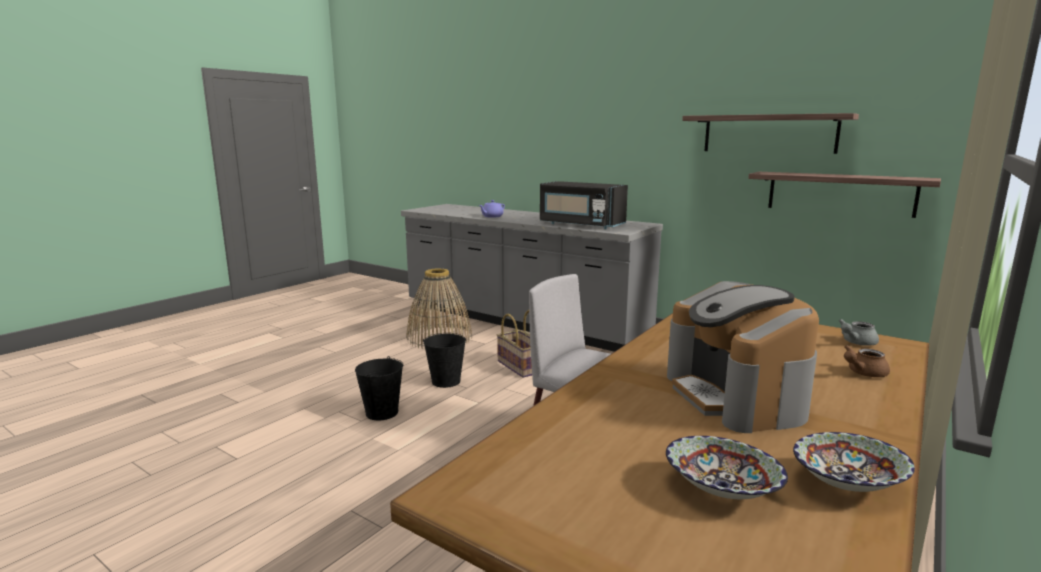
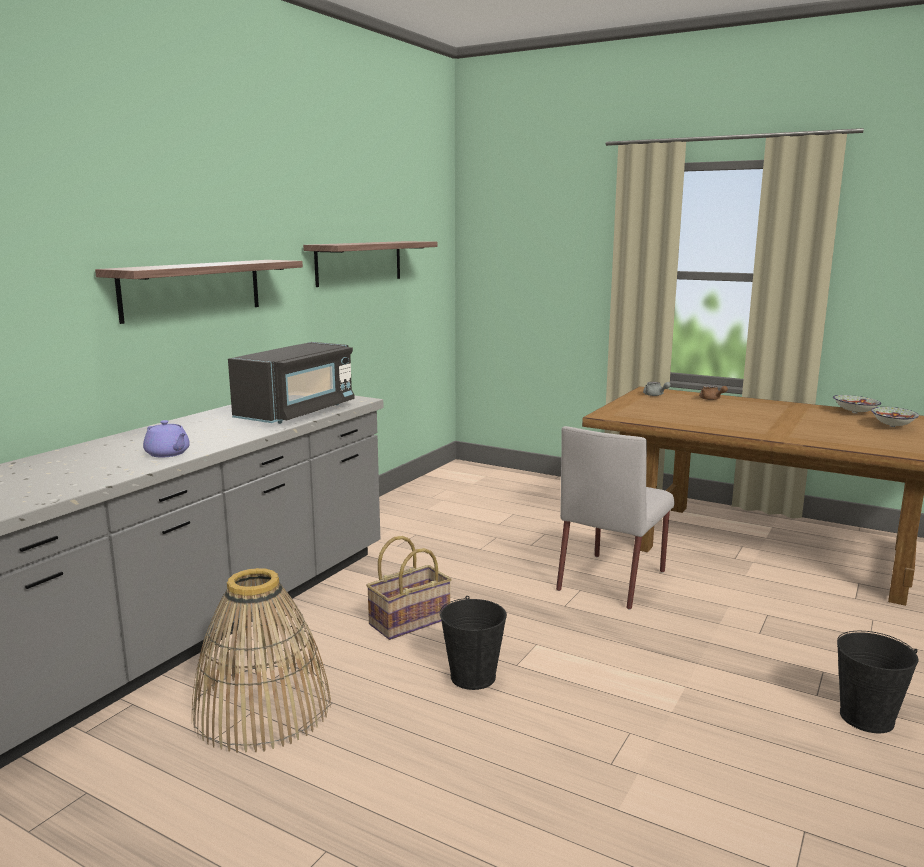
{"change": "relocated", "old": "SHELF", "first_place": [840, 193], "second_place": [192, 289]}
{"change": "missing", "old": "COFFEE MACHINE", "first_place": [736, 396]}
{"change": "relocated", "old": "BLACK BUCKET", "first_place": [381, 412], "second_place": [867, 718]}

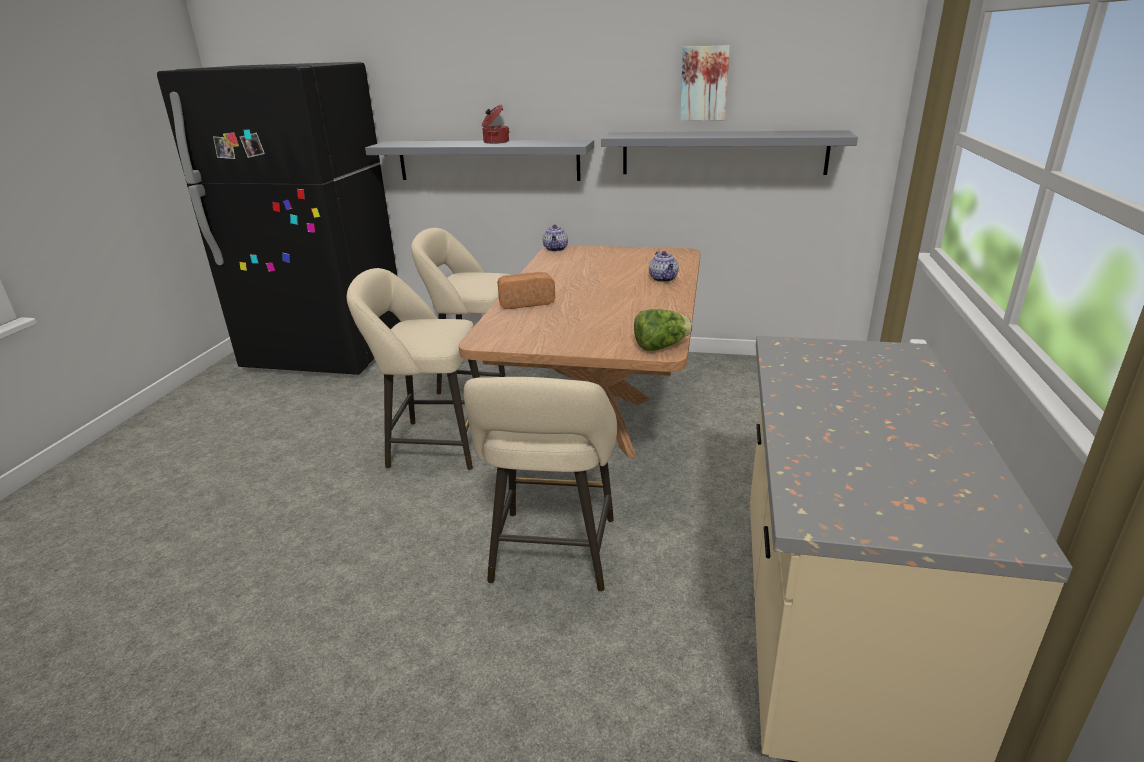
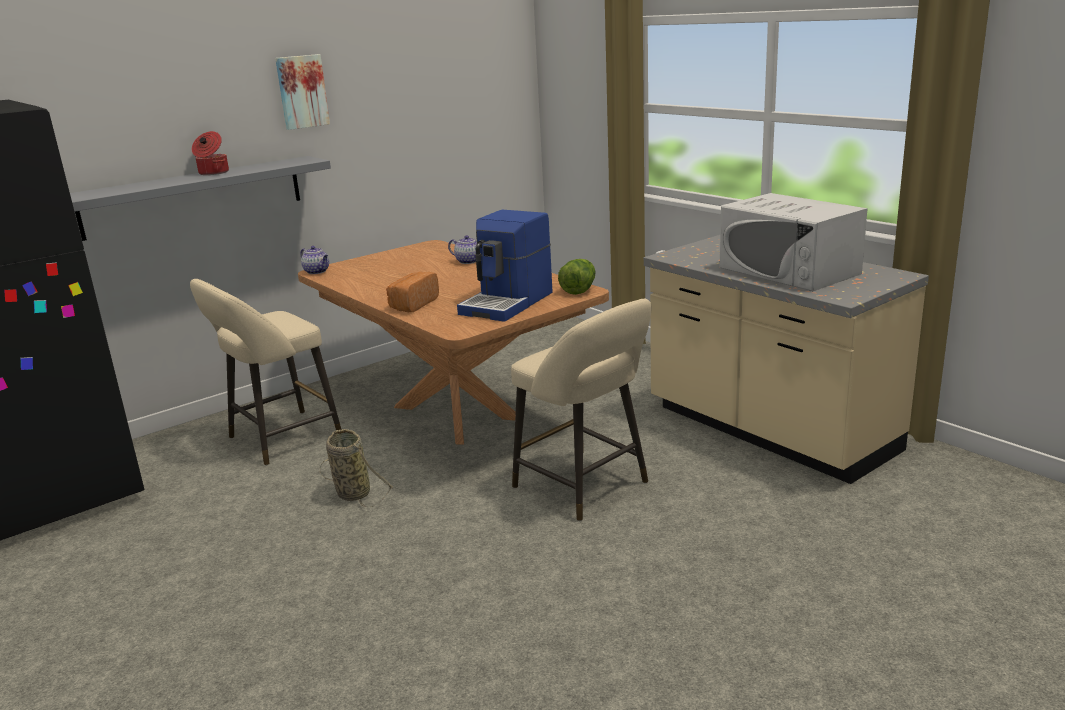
{"change": "relocated", "old": "PICTURE", "first_place": [704, 83], "second_place": [301, 91]}
{"change": "missing", "old": "GREY SHELF", "first_place": [723, 153]}
{"change": "exchanged", "old": "BEIGE STOOL", "new": "BASKET", "first_place": [433, 445], "second_place": [352, 492]}
{"change": "appeared", "new": "WHITE MICROWAVE", "second_place": [789, 271]}
{"change": "appeared", "new": "COFFEE MACHINE", "second_place": [508, 303]}

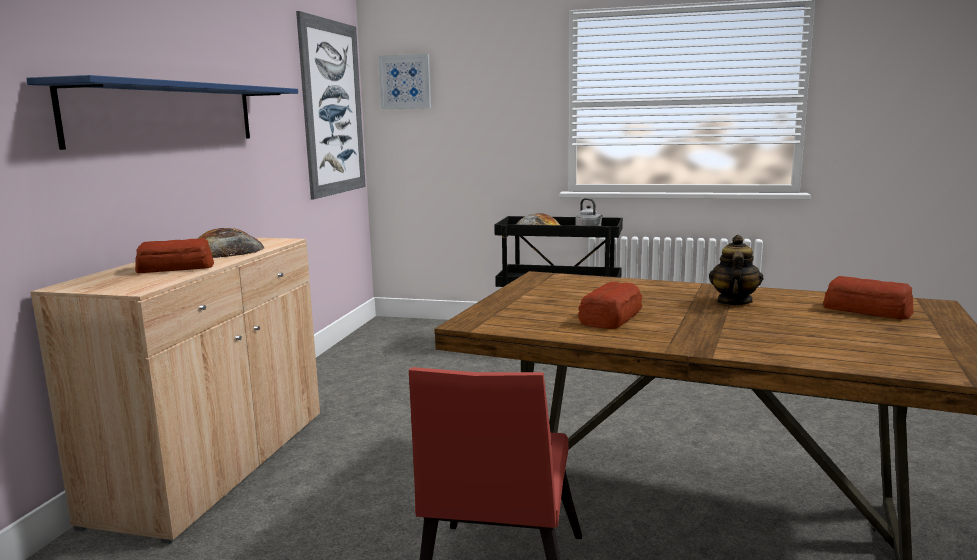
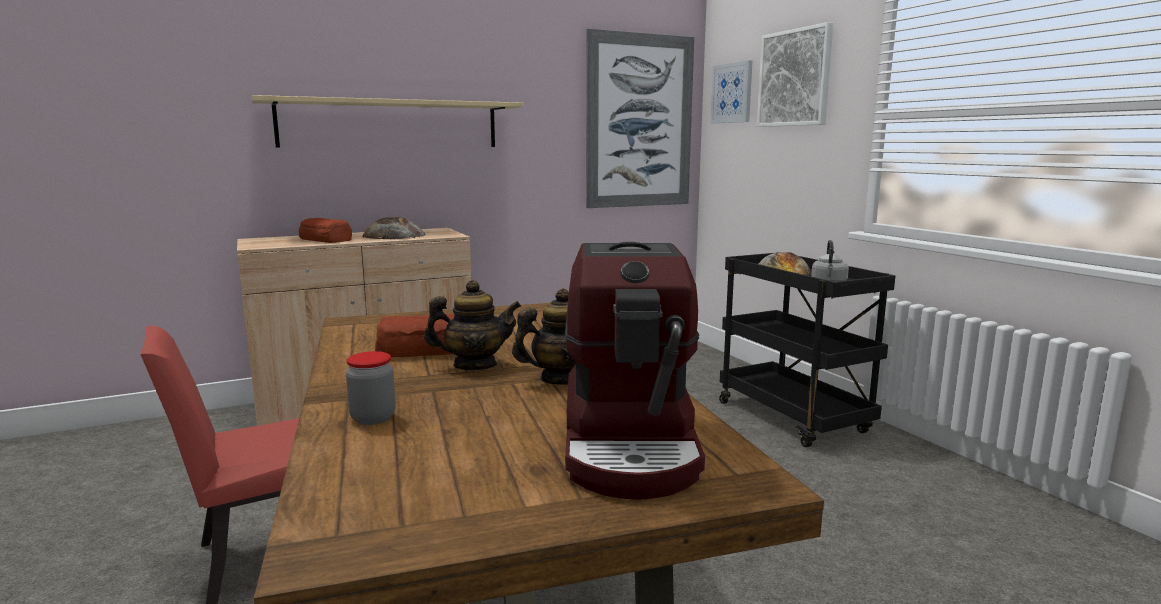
{"change": "colour", "old": "BLUE SHELF", "new": "BEIGE SHELF", "first_place": [167, 114], "second_place": [391, 124]}
{"change": "exchanged", "old": "BREAD", "new": "COFFEE MACHINE", "first_place": [866, 310], "second_place": [631, 444]}
{"change": "appeared", "new": "PICTURE", "second_place": [794, 78]}
{"change": "appeared", "new": "TEAPOT", "second_place": [474, 365]}
{"change": "appeared", "new": "JAR", "second_place": [373, 418]}

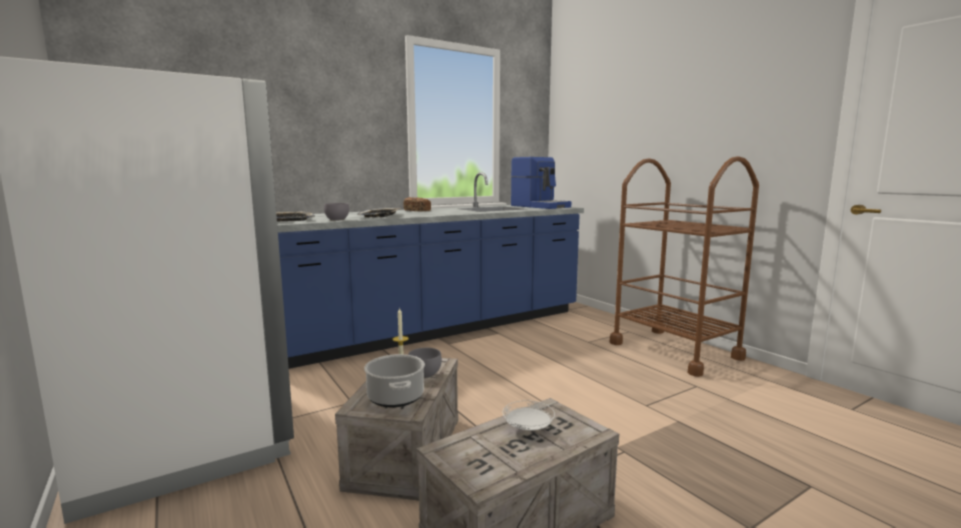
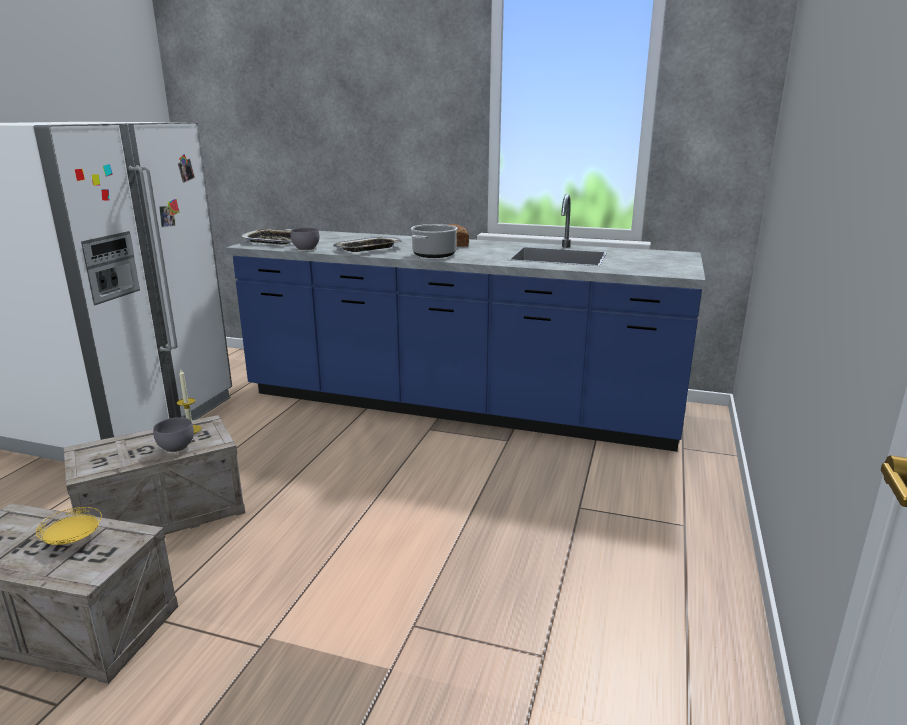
{"change": "missing", "old": "BROWN CART", "first_place": [674, 350]}
{"change": "missing", "old": "COFFEE MACHINE", "first_place": [540, 206]}
{"change": "relocated", "old": "COOKING POT", "first_place": [396, 397], "second_place": [434, 255]}
{"change": "colour", "old": "WHITE PLATE", "new": "YELLOW PLATE", "first_place": [528, 428], "second_place": [73, 539]}

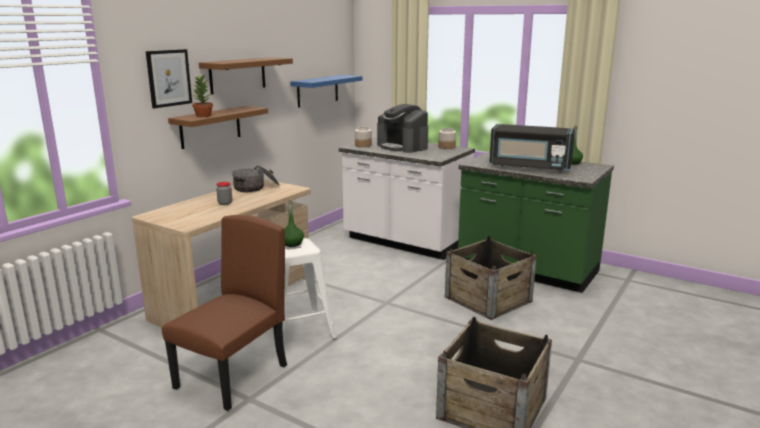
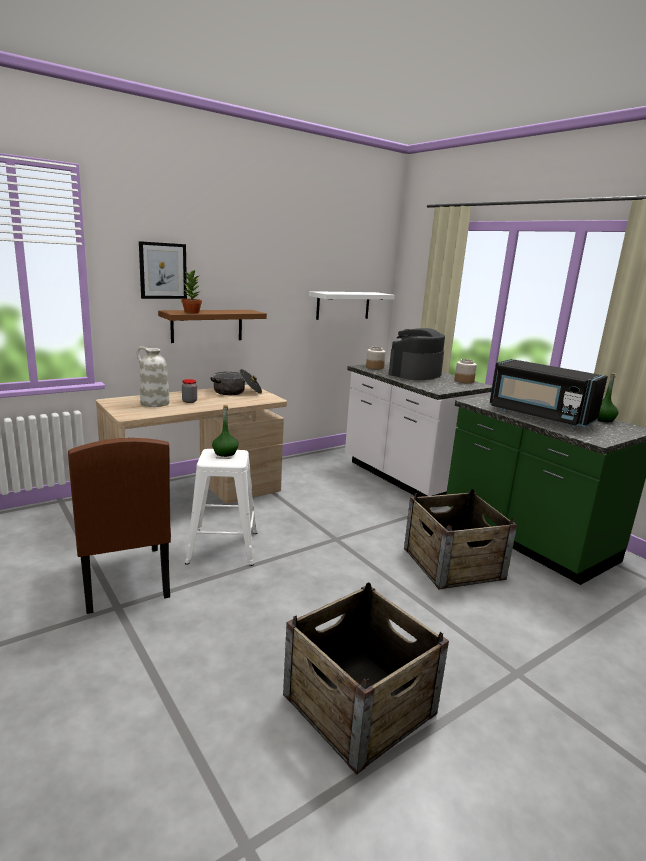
{"change": "missing", "old": "BROWN SHELF", "first_place": [237, 75]}
{"change": "colour", "old": "BLUE SHELF", "new": "WHITE SHELF", "first_place": [317, 90], "second_place": [343, 305]}
{"change": "spun", "old": "COFFEE MACHINE", "first_place": [402, 147], "second_place": [415, 374], "degrees": 60}
{"change": "spun", "old": "BROWN CHAIR", "first_place": [233, 377], "second_place": [123, 578], "degrees": 105}
{"change": "appeared", "new": "WHITE VASE", "second_place": [154, 403]}

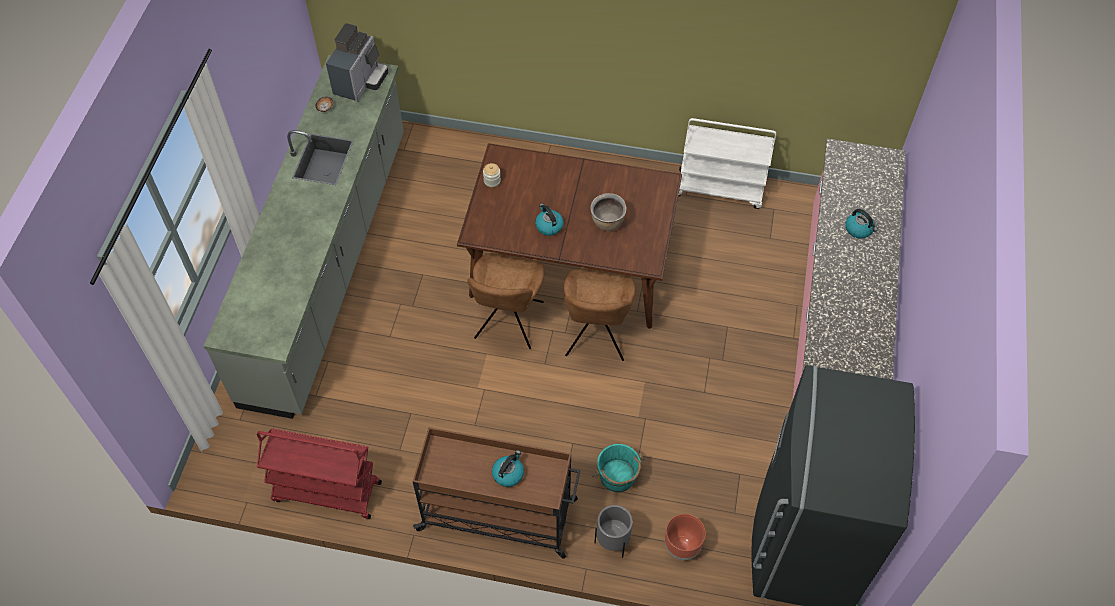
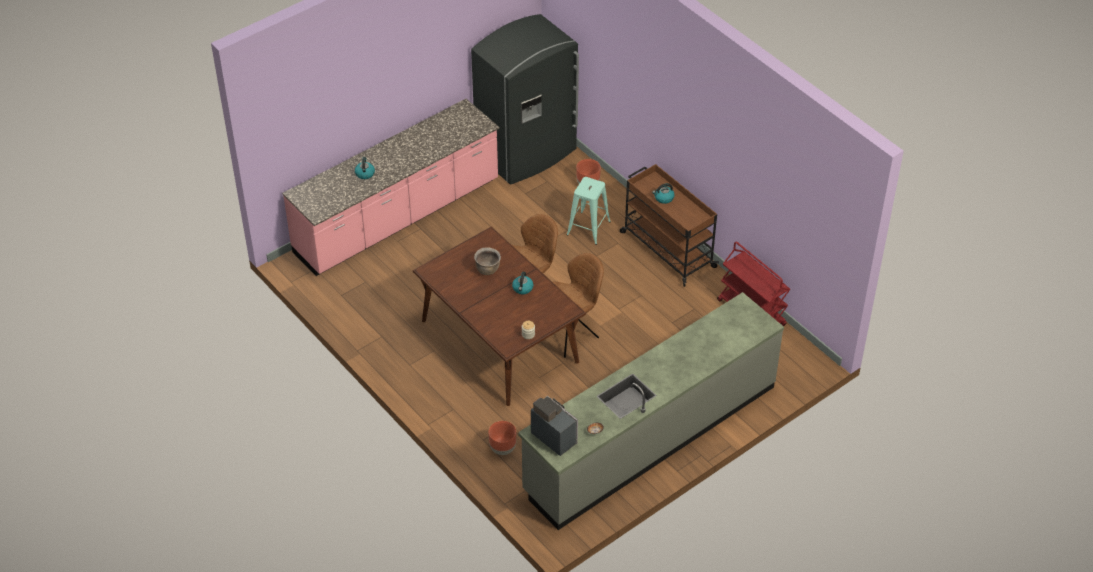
{"change": "spun", "old": "COFFEE MACHINE", "first_place": [360, 81], "second_place": [554, 436], "degrees": 75}
{"change": "missing", "old": "WHITE CART", "first_place": [720, 189]}
{"change": "exchanged", "old": "TURQUOISE BUCKET", "new": "TURQUOISE STOOL", "first_place": [617, 477], "second_place": [588, 228]}
{"change": "missing", "old": "GREY PLANTER", "first_place": [612, 543]}
{"change": "appeared", "new": "BROWN PLANTER", "second_place": [503, 448]}

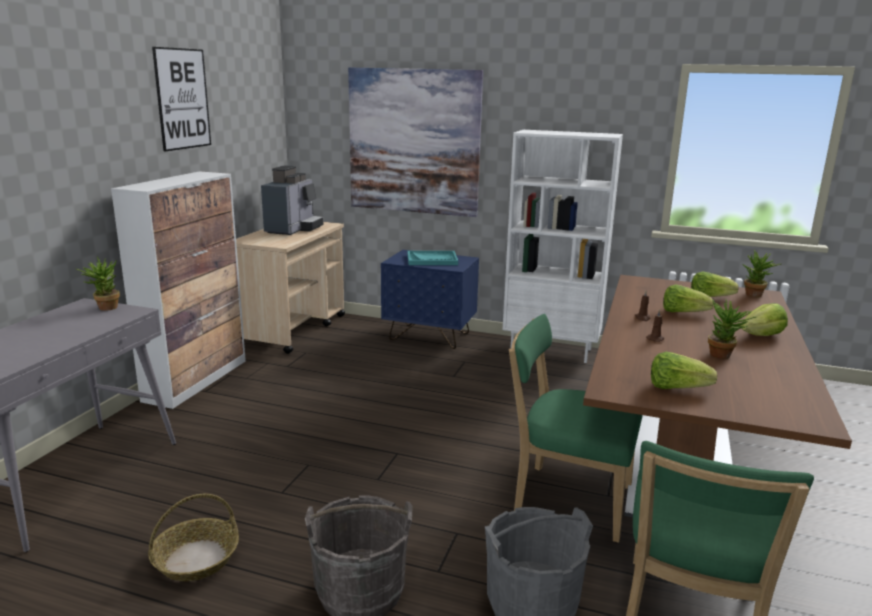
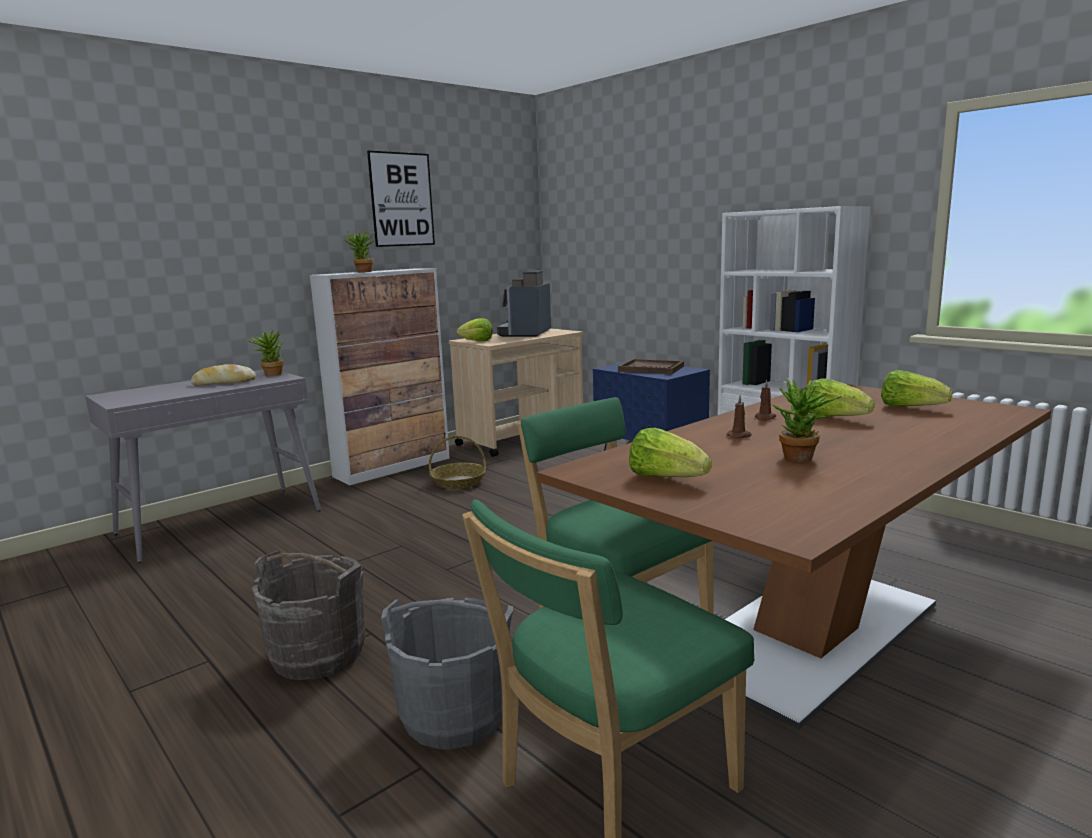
{"change": "missing", "old": "PICTURE", "first_place": [414, 142]}
{"change": "spun", "old": "COFFEE MACHINE", "first_place": [293, 229], "second_place": [526, 334], "degrees": 150}
{"change": "relocated", "old": "POTTED PLANT", "first_place": [755, 296], "second_place": [362, 272]}
{"change": "colour", "old": "TURQUOISE TRAY", "new": "BROWN TRAY", "first_place": [432, 260], "second_place": [651, 369]}
{"change": "relocated", "old": "LETTUCE", "first_place": [762, 336], "second_place": [477, 341]}
{"change": "relocated", "old": "BASKET", "first_place": [196, 558], "second_place": [458, 482]}
{"change": "appeared", "new": "BREAD", "second_place": [224, 383]}

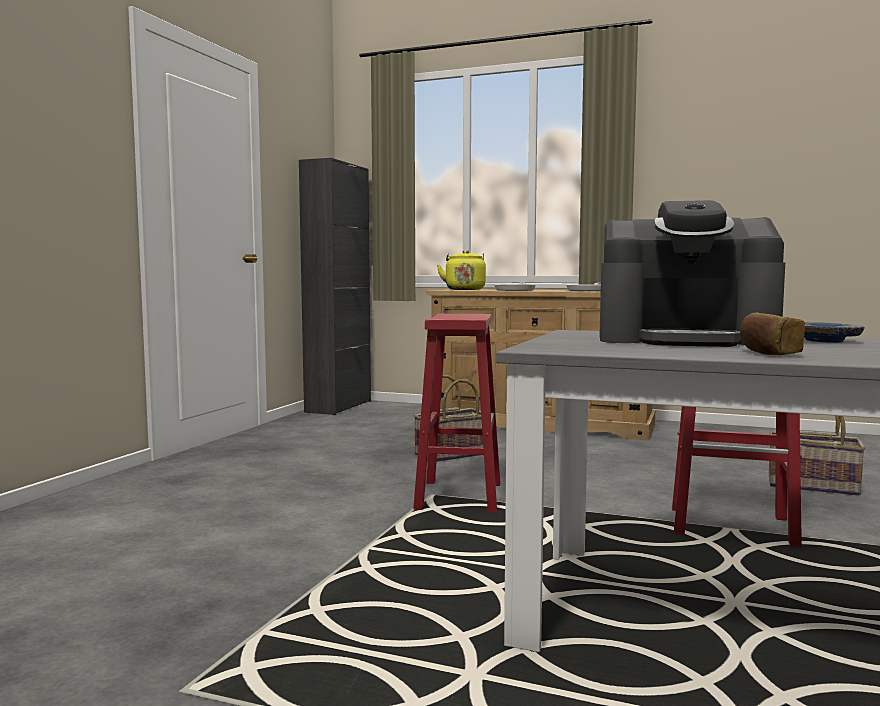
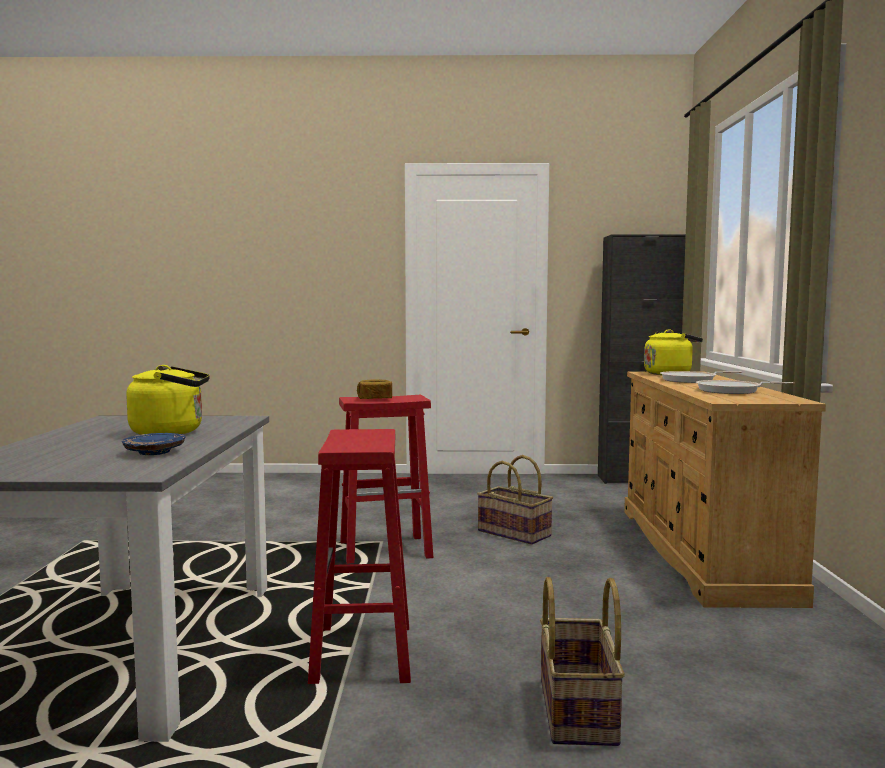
{"change": "exchanged", "old": "COFFEE MACHINE", "new": "YELLOW KETTLE", "first_place": [685, 339], "second_place": [172, 432]}
{"change": "relocated", "old": "BREAD", "first_place": [767, 353], "second_place": [375, 399]}

